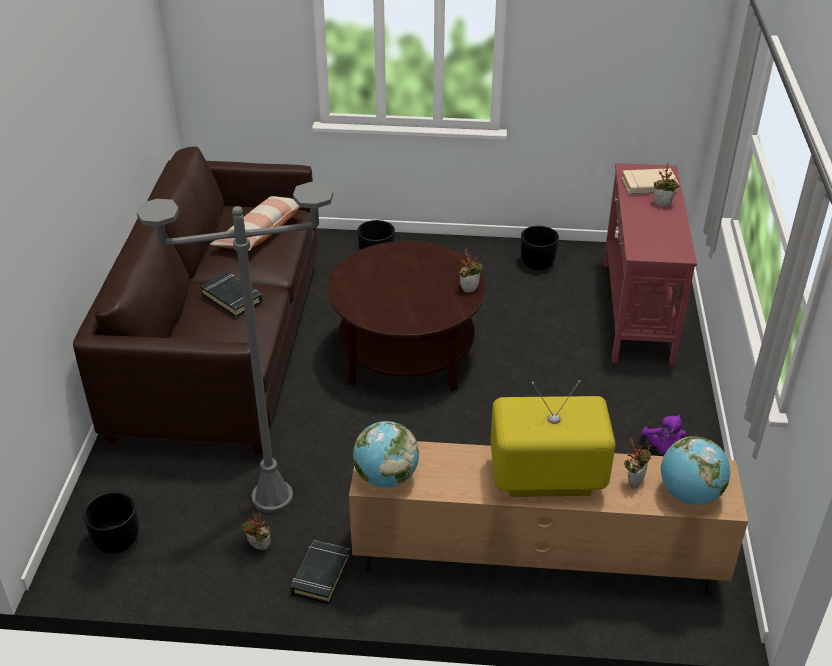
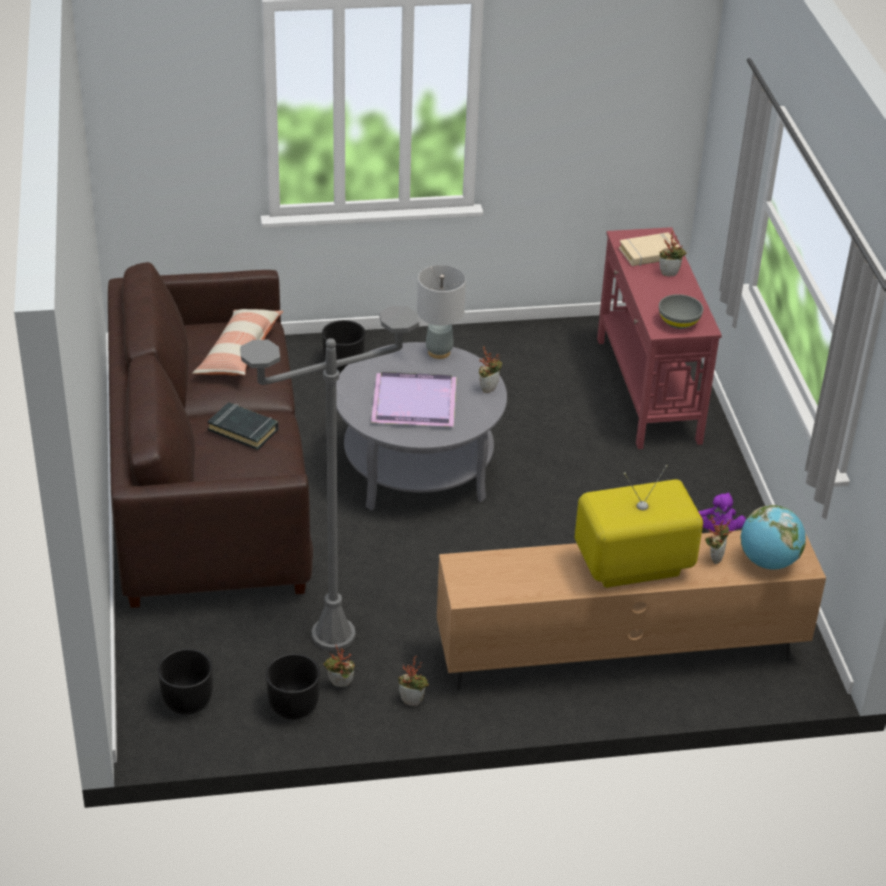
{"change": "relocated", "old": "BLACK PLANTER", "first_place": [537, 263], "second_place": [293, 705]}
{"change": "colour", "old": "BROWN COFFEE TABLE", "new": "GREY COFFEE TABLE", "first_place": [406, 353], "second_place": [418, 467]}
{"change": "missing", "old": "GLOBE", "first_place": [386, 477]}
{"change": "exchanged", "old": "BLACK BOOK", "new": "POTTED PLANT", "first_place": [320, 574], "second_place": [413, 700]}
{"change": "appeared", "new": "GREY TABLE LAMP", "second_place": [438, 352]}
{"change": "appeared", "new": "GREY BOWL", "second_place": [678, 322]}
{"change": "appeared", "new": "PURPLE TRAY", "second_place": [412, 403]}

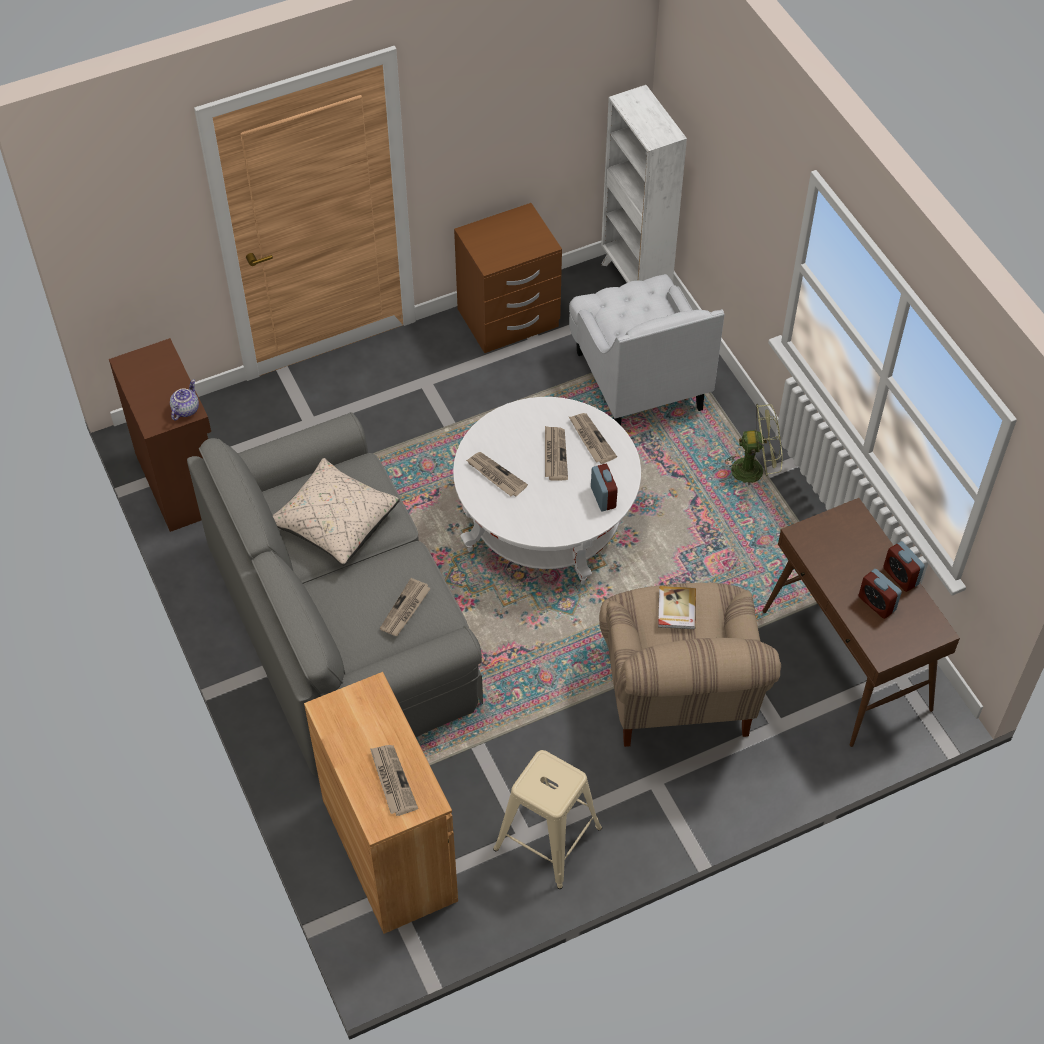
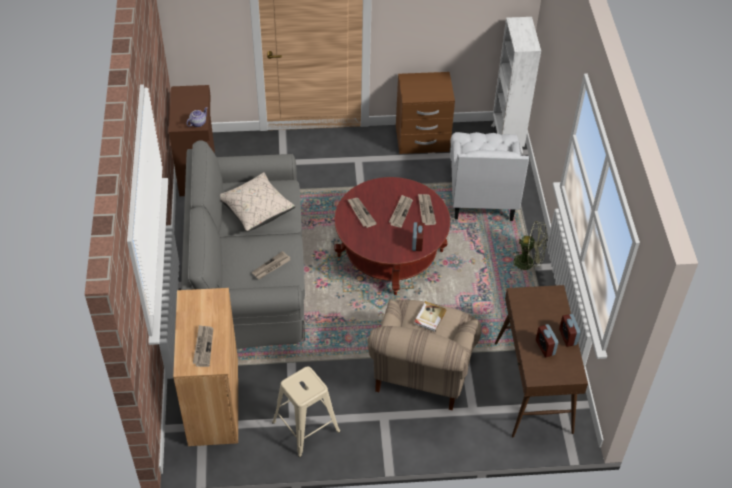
{"change": "colour", "old": "WHITE COFFEE TABLE", "new": "RED COFFEE TABLE", "first_place": [546, 520], "second_place": [390, 253]}

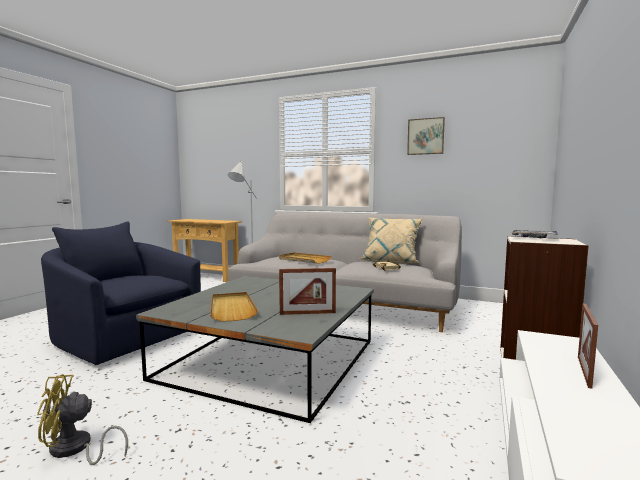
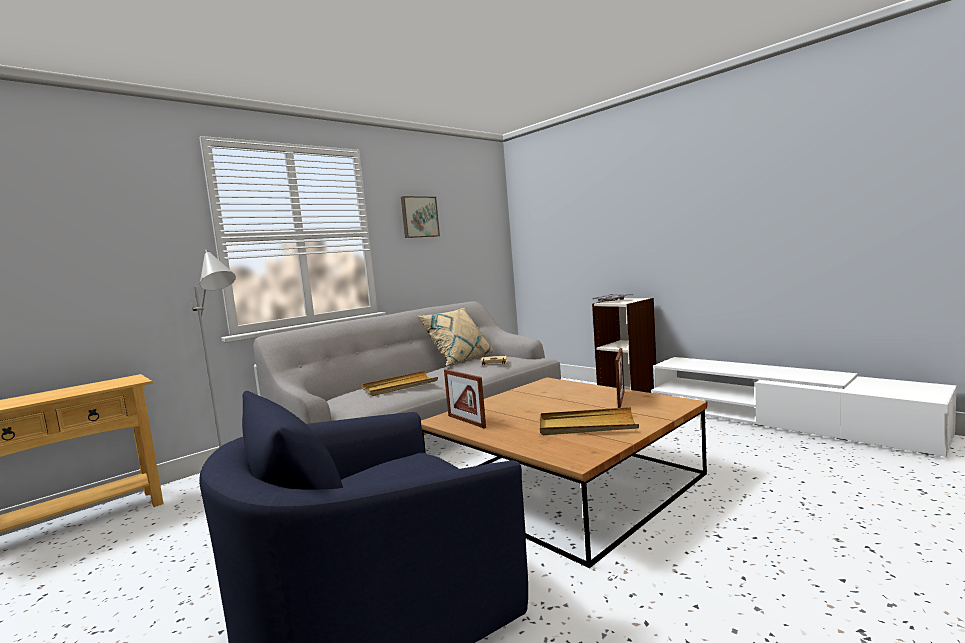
{"change": "colour", "old": "GREY COFFEE TABLE", "new": "BROWN COFFEE TABLE", "first_place": [269, 359], "second_place": [564, 483]}
{"change": "relocated", "old": "PICTURE FRAME", "first_place": [584, 371], "second_place": [466, 421]}
{"change": "missing", "old": "YELLOW FAN", "first_place": [75, 450]}

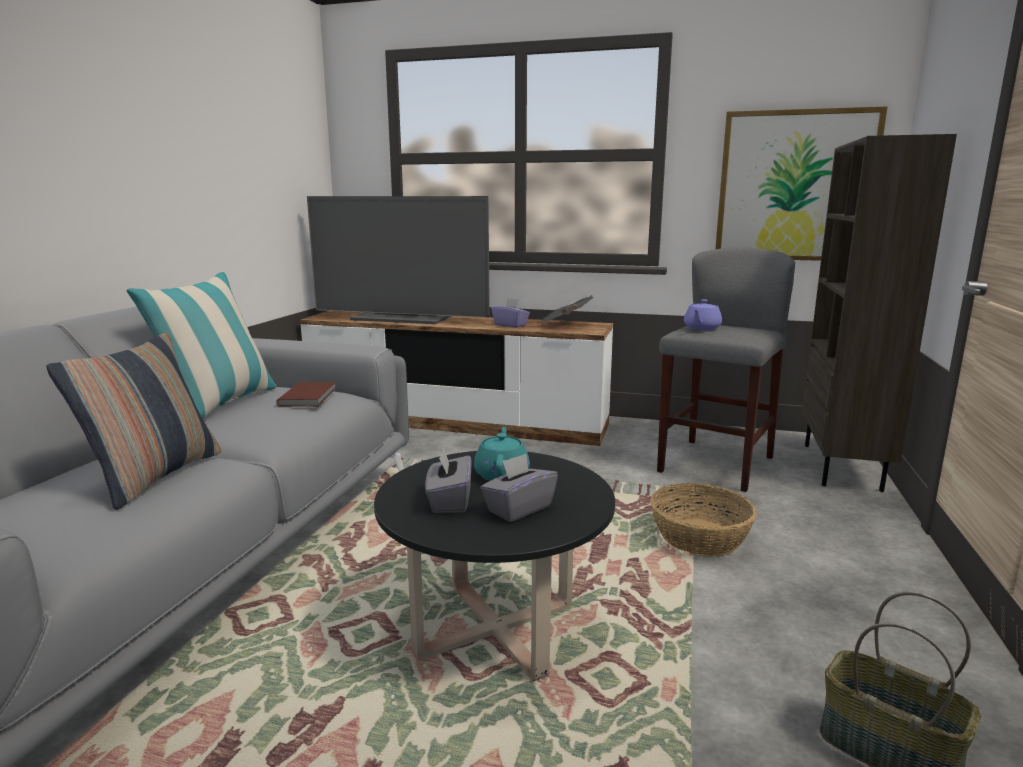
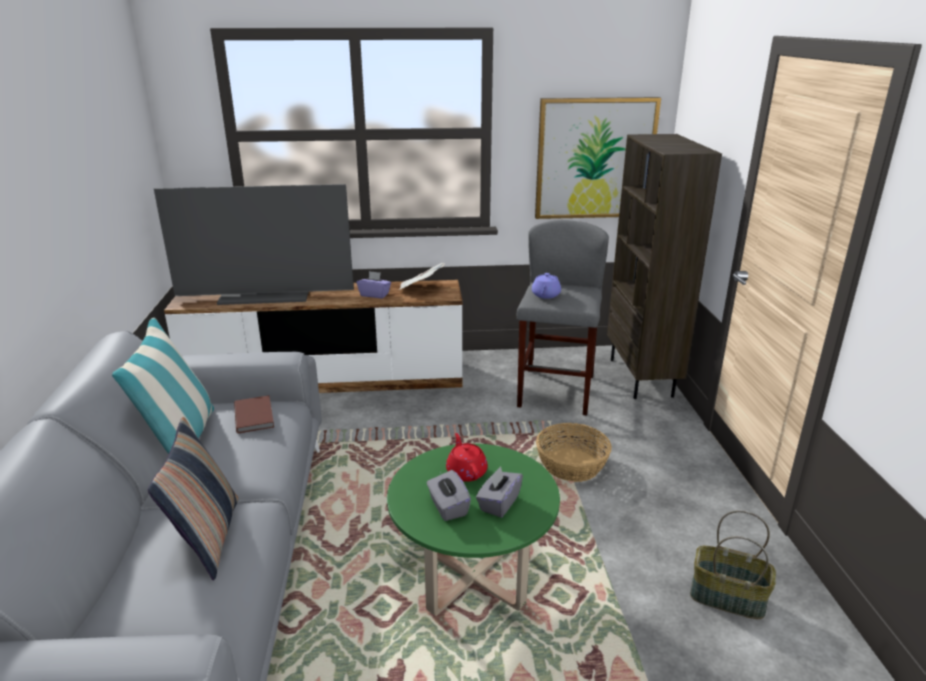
{"change": "colour", "old": "TURQUOISE TEAPOT", "new": "RED TEAPOT", "first_place": [502, 474], "second_place": [466, 472]}
{"change": "colour", "old": "BLACK COFFEE TABLE", "new": "GREEN COFFEE TABLE", "first_place": [496, 629], "second_place": [472, 578]}

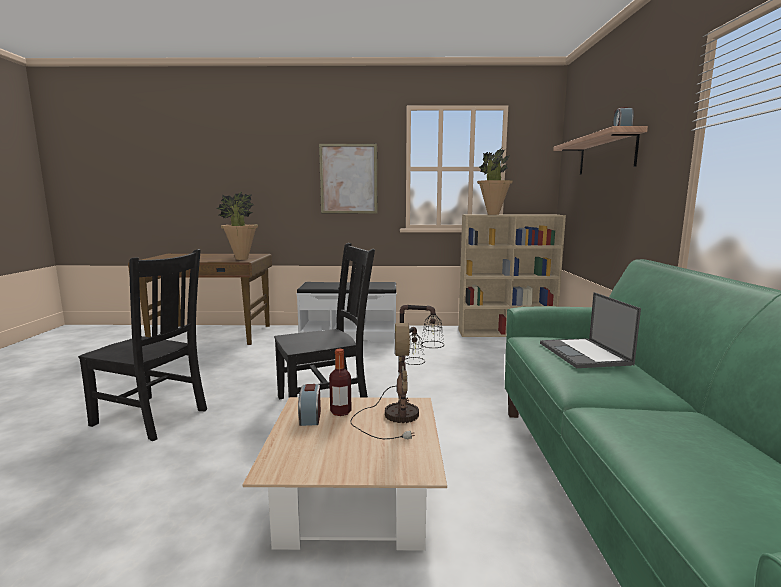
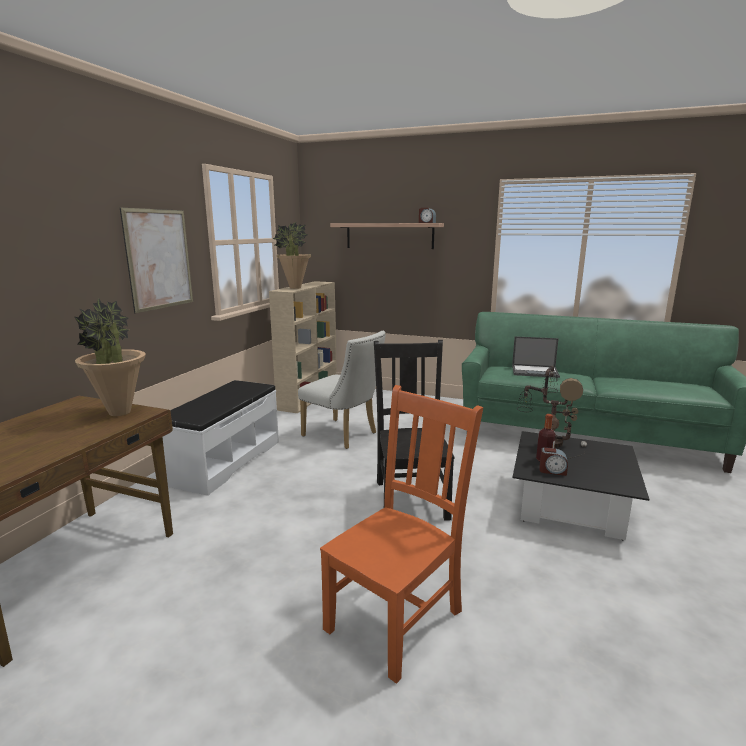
{"change": "colour", "old": "BLACK CHAIR", "new": "ORANGE CHAIR", "first_place": [152, 418], "second_place": [397, 617]}
{"change": "colour", "old": "BEIGE COFFEE TABLE", "new": "BLACK COFFEE TABLE", "first_place": [354, 500], "second_place": [570, 505]}
{"change": "appeared", "new": "WHITE CHAIR", "second_place": [344, 435]}

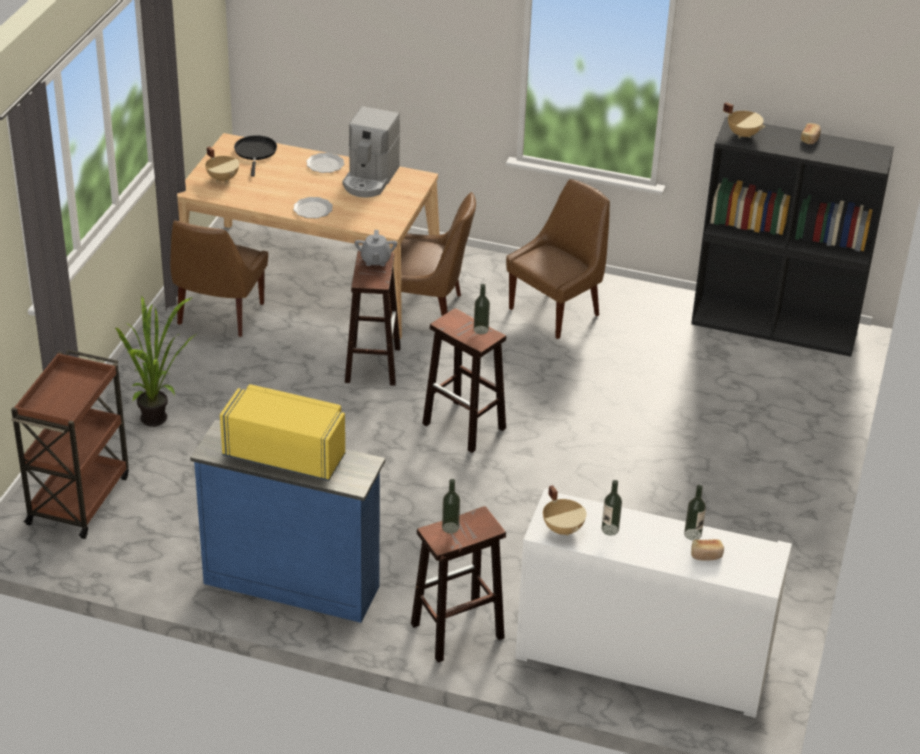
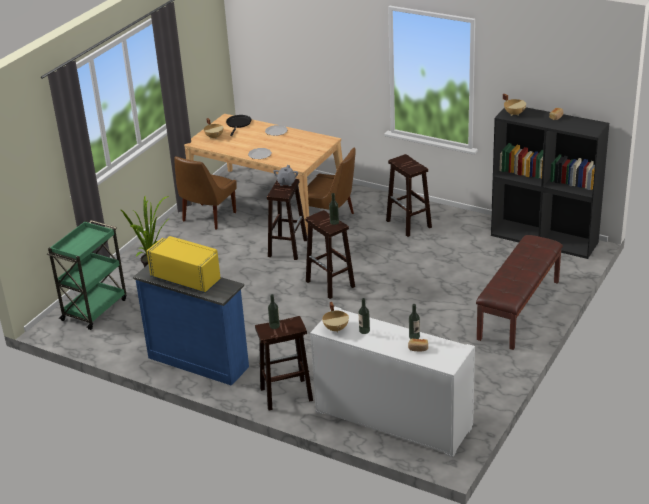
{"change": "missing", "old": "COFFEE MACHINE", "first_place": [370, 179]}
{"change": "exchanged", "old": "BROWN CHAIR", "new": "BROWN STOOL", "first_place": [556, 310], "second_place": [409, 224]}
{"change": "colour", "old": "BROWN CART", "new": "GREEN CART", "first_place": [79, 498], "second_place": [95, 309]}
{"change": "appeared", "new": "BROWN BENCH", "second_place": [519, 310]}

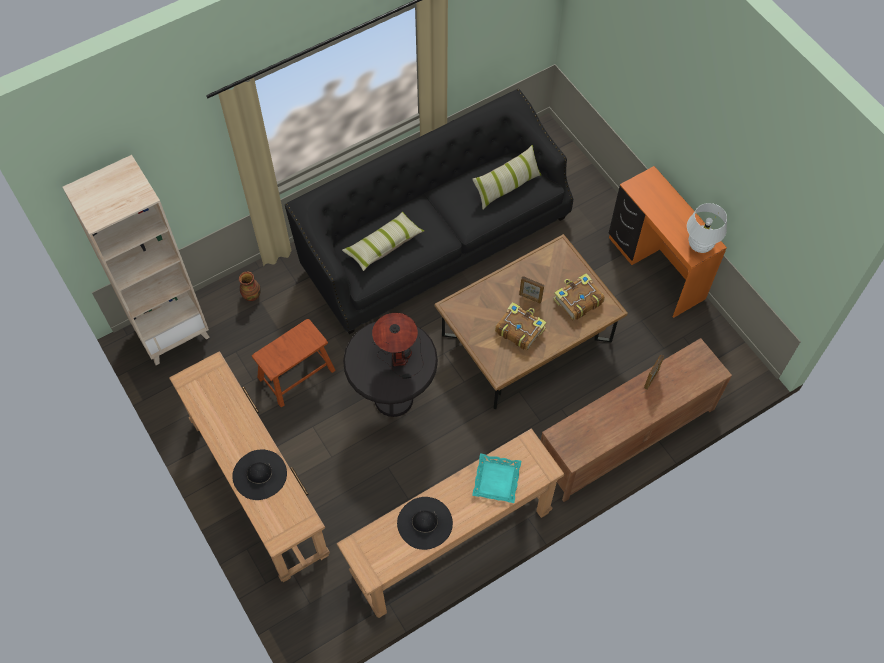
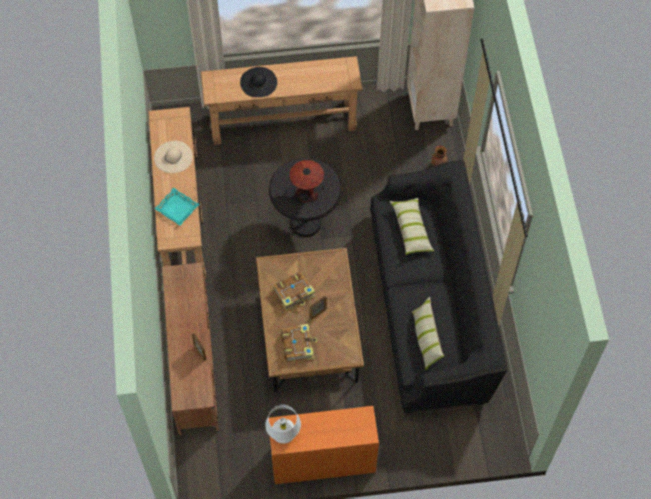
{"change": "missing", "old": "BROWN STOOL", "first_place": [296, 374]}
{"change": "colour", "old": "BLACK HAT", "new": "BEIGE HAT", "first_place": [424, 523], "second_place": [173, 157]}

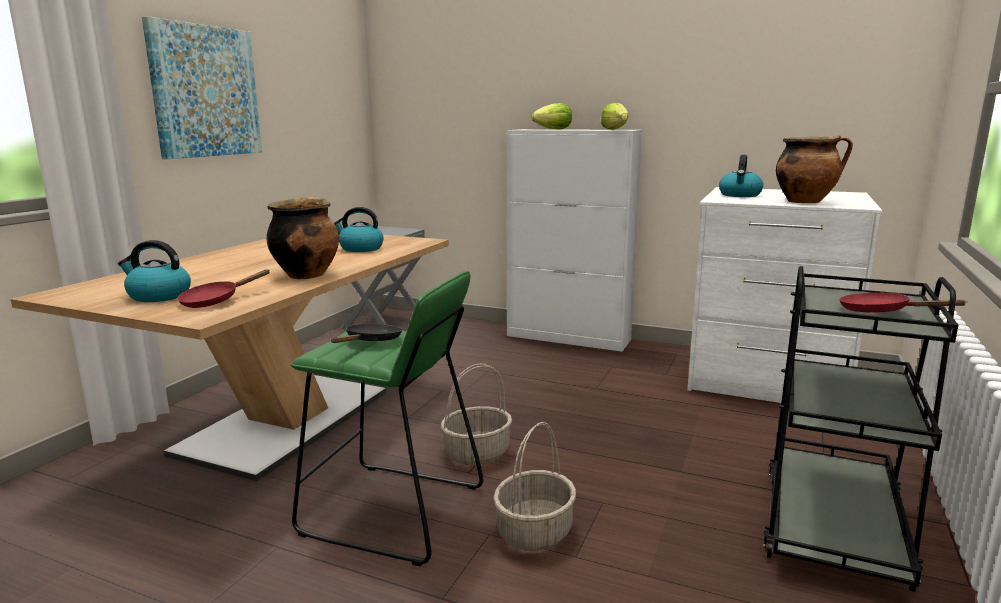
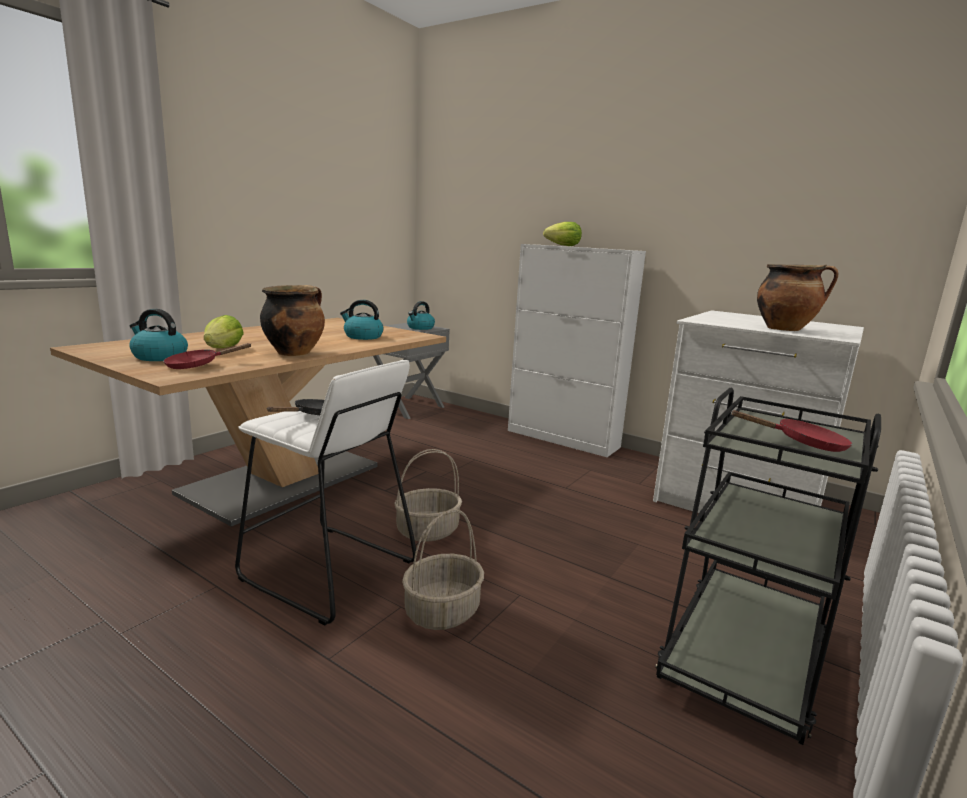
{"change": "missing", "old": "PICTURE", "first_place": [205, 91]}
{"change": "relocated", "old": "LETTUCE", "first_place": [615, 129], "second_place": [223, 349]}
{"change": "relocated", "old": "KETTLE", "first_place": [740, 195], "second_place": [420, 328]}
{"change": "colour", "old": "GREEN STOOL", "new": "WHITE STOOL", "first_place": [392, 511], "second_place": [327, 571]}
{"change": "spun", "old": "RED FRYING PAN", "first_place": [881, 312], "second_place": [802, 443], "degrees": 135}

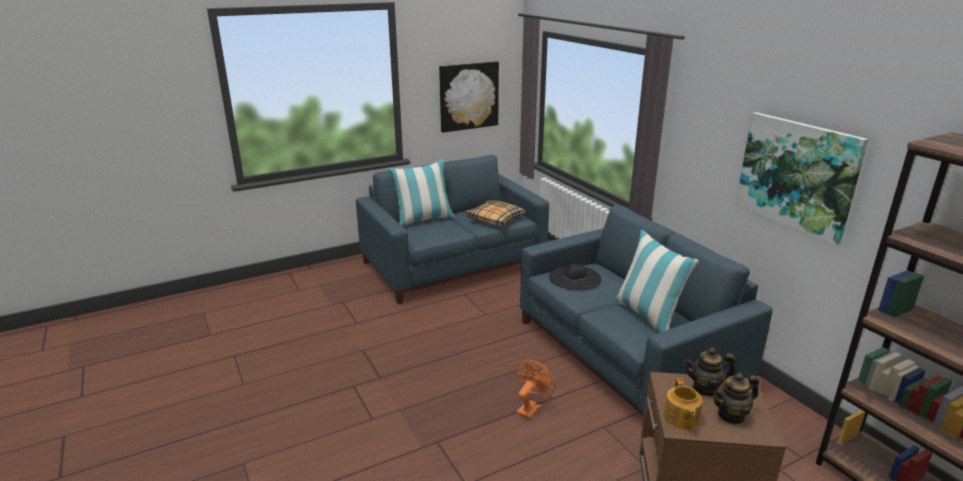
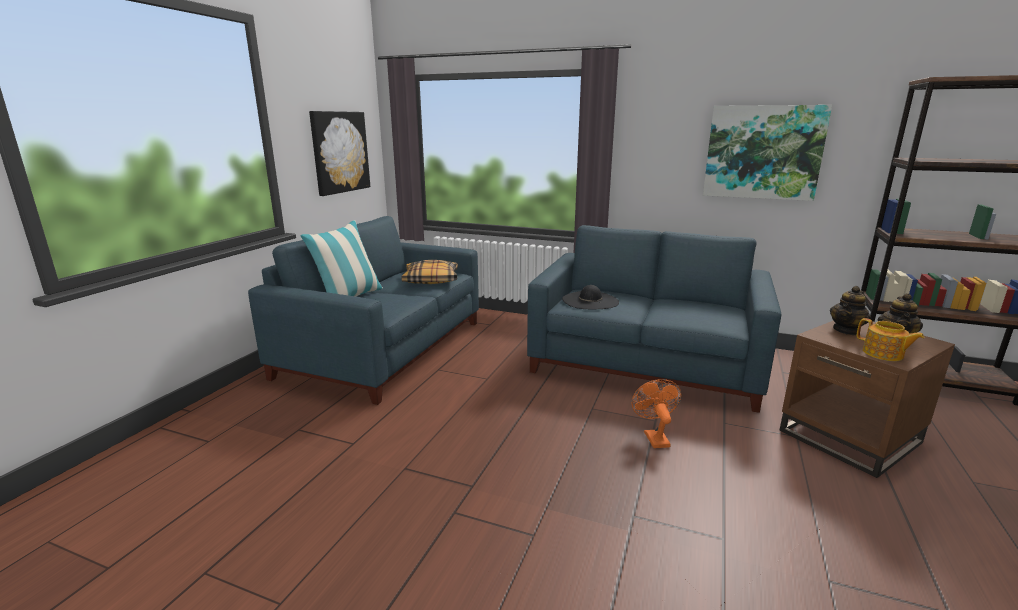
{"change": "missing", "old": "PILLOW", "first_place": [648, 316]}

